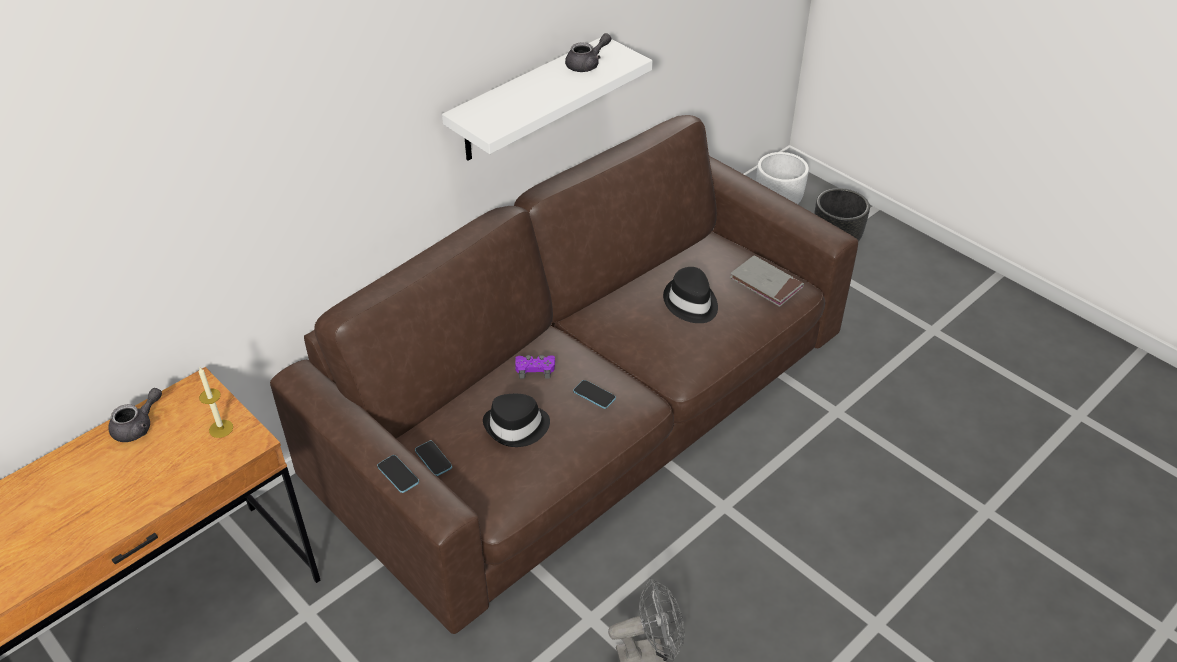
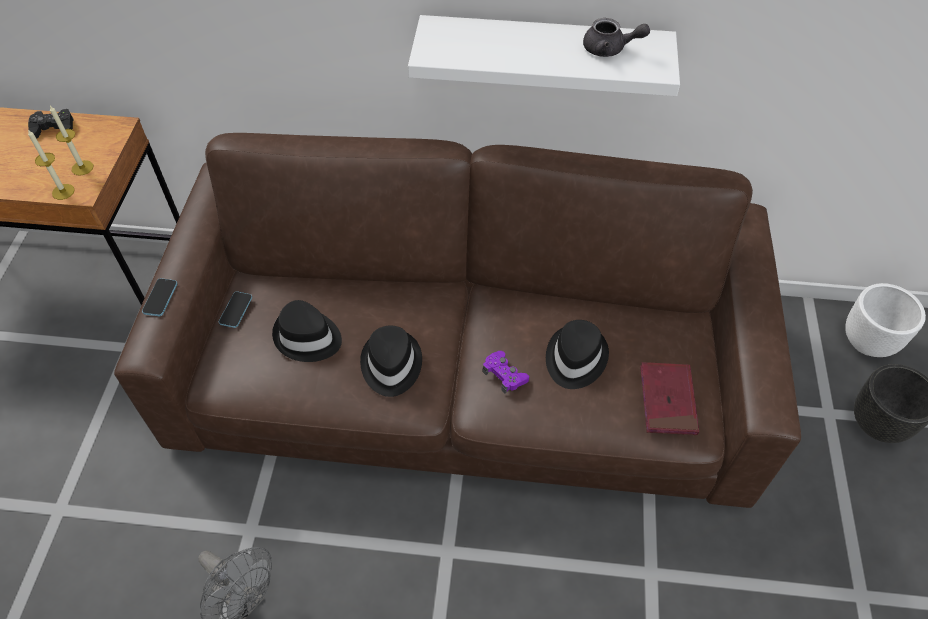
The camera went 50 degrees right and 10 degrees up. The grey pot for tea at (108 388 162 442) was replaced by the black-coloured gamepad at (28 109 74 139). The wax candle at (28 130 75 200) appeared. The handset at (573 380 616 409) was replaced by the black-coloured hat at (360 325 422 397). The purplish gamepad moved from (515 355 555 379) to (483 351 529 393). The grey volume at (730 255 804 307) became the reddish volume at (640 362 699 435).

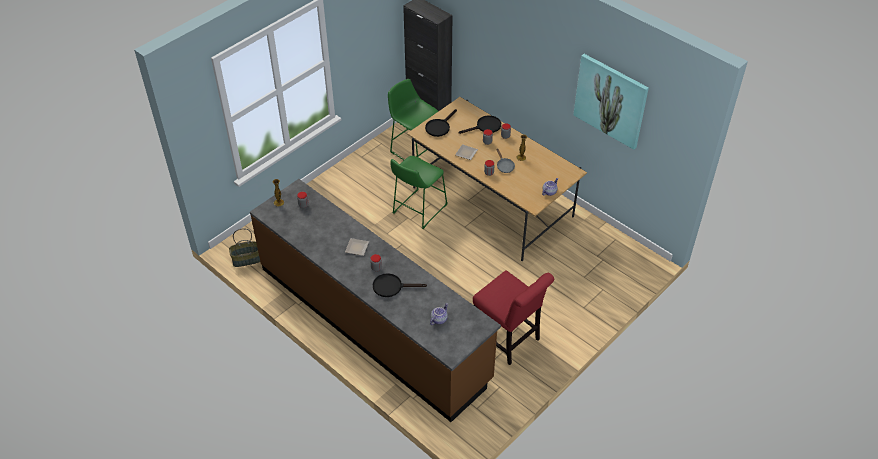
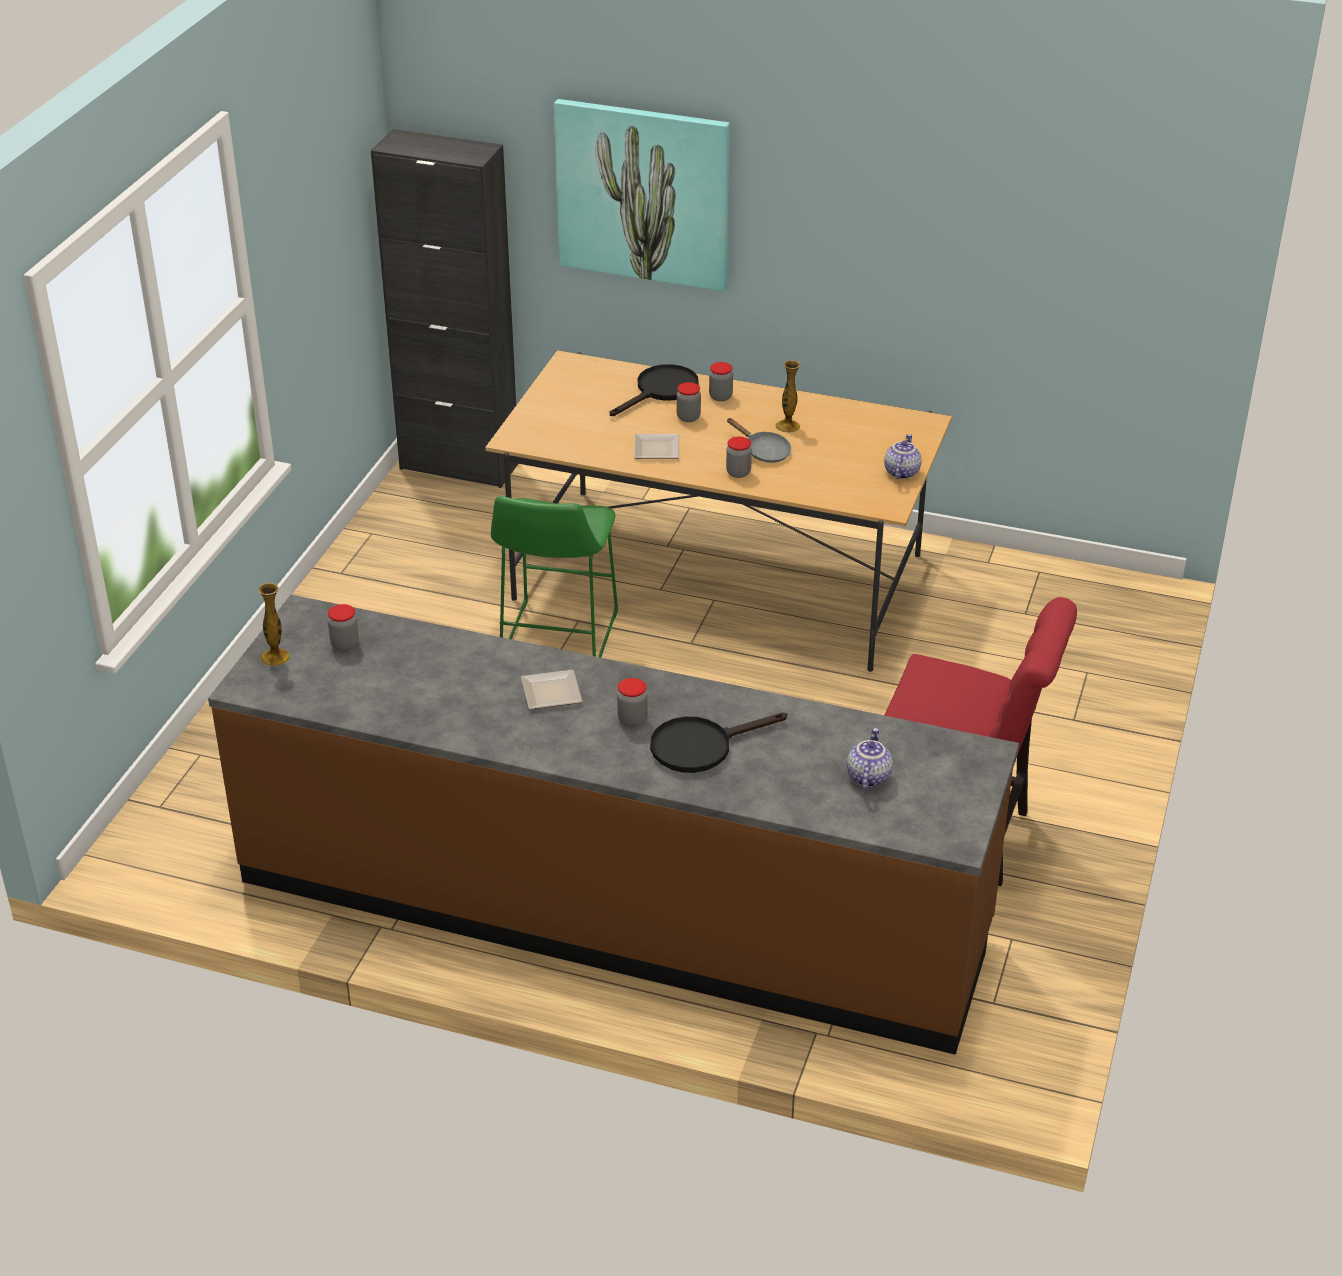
The camera went 25 degrees left and 10 degrees down. The wall art moved from (573 54 649 150) to (554 99 730 292). The household basket at (229 228 260 267) disappeared. The greenish stool seat at (388 79 438 160) disappeared. The black-coloured pan at (425 109 457 137) disappeared.

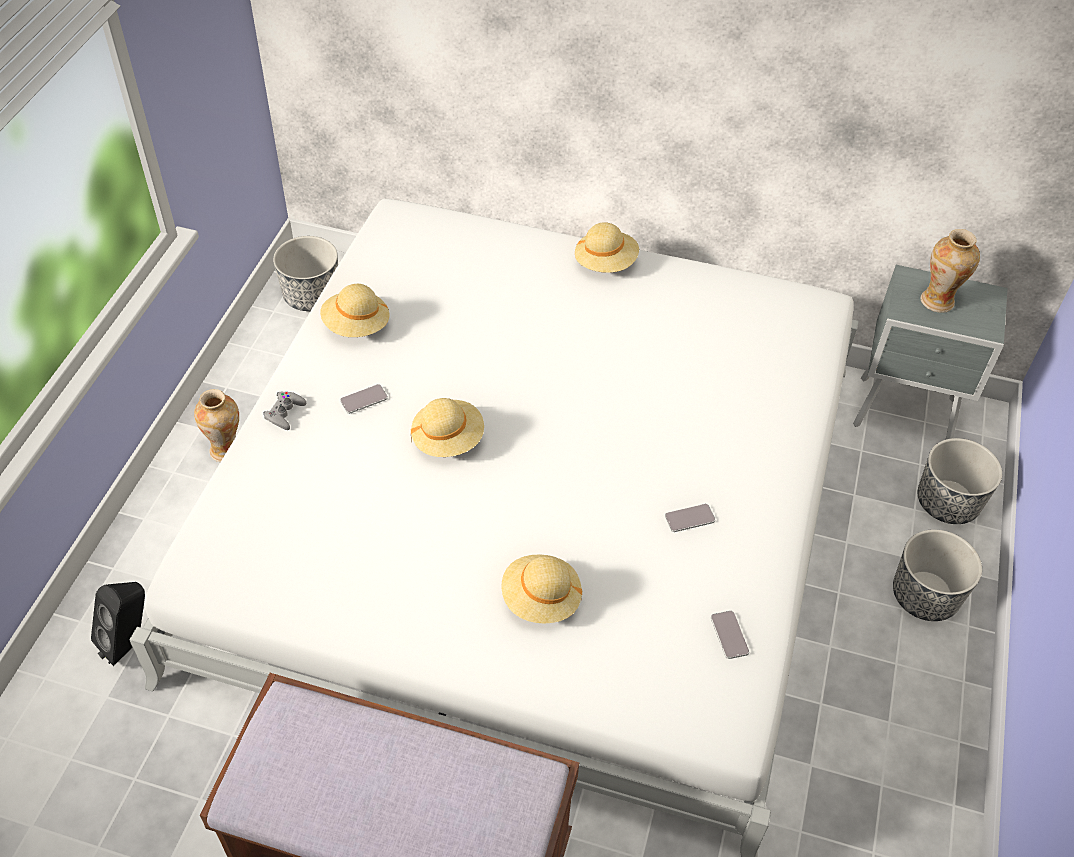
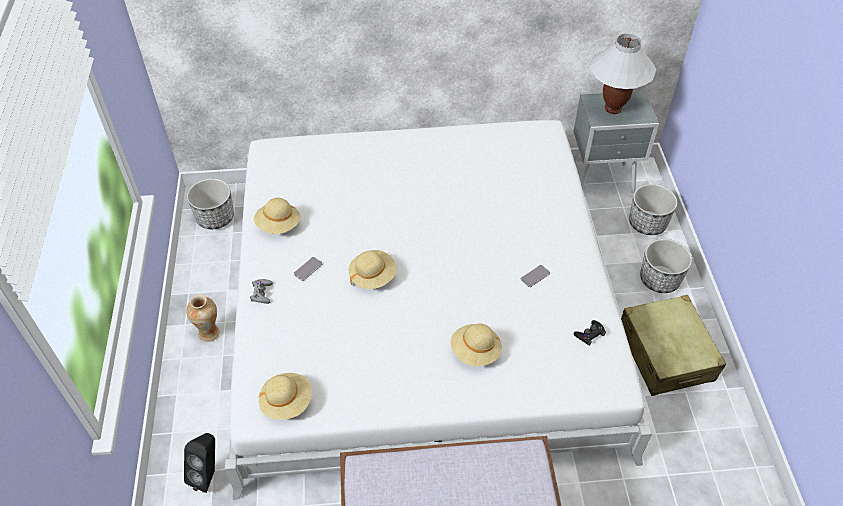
The camera went 20 degrees left and 0 degrees up. The beige-coloured hat moved from (575 222 639 273) to (259 373 311 420). The handset at (711 610 749 659) was replaced by the black-coloured gamepad at (574 320 606 346). The decorative vase at (921 229 980 313) was replaced by the white-coloured table lamp at (590 33 656 114). The beige-coloured suitcase at (621 295 726 396) appeared.

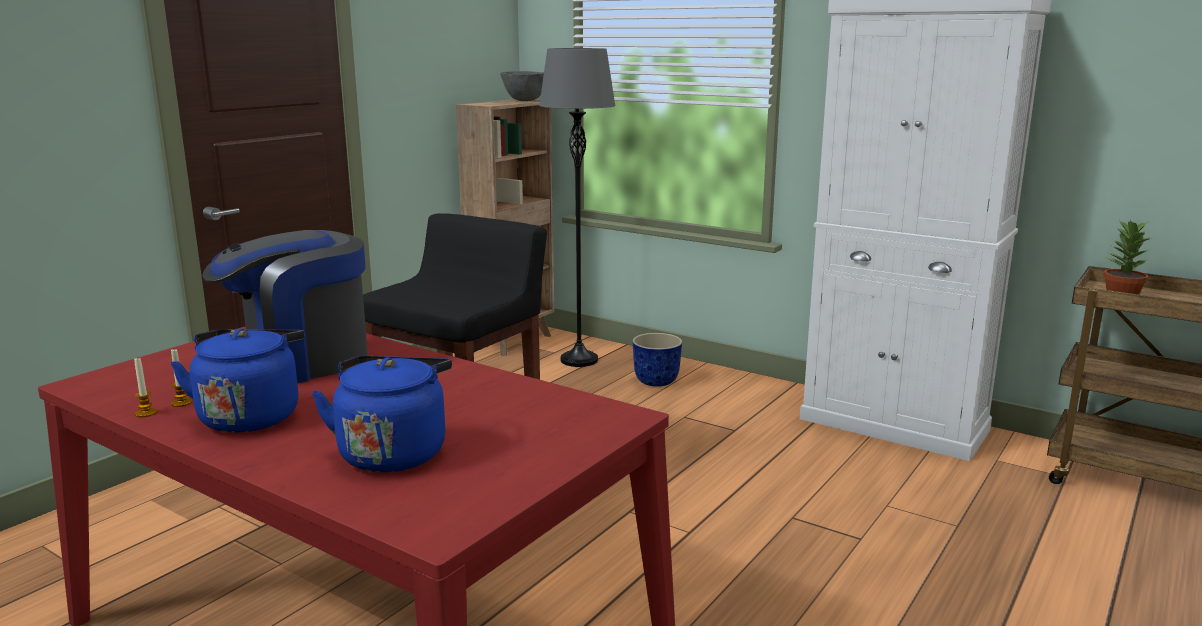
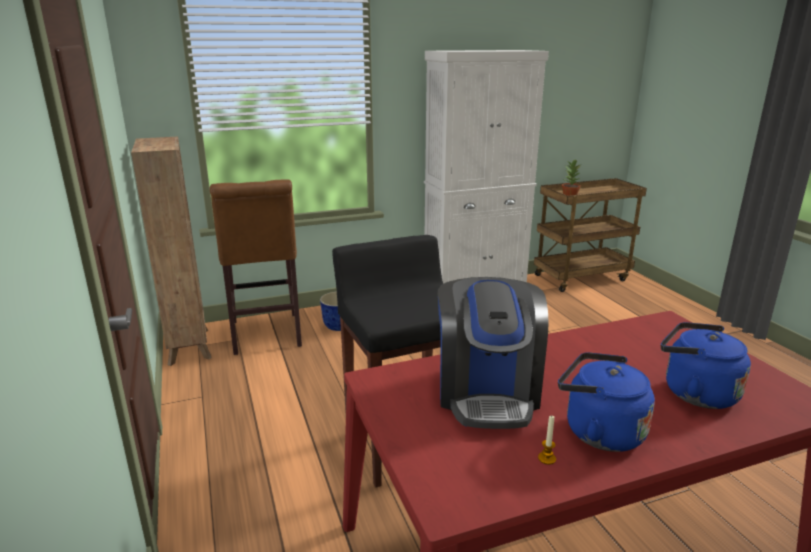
The camera went 55 degrees left and 5 degrees up. The grey floor lamp at (539 48 615 367) was replaced by the brownish stool seat at (210 179 302 355). The wax candle at (134 358 157 417) disappeared. The grey bowl at (500 71 544 101) disappeared.

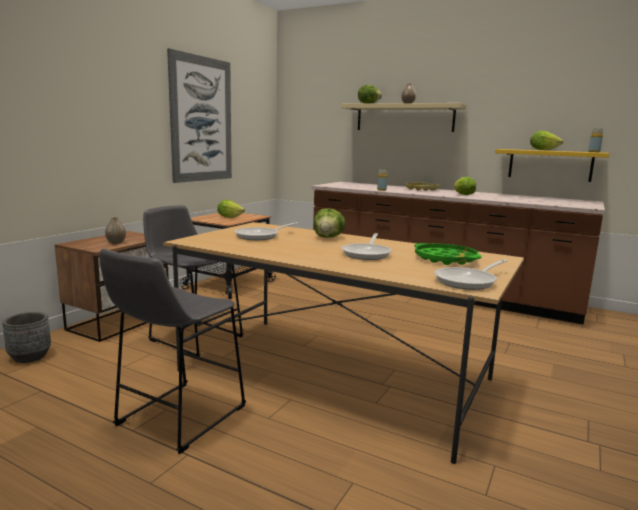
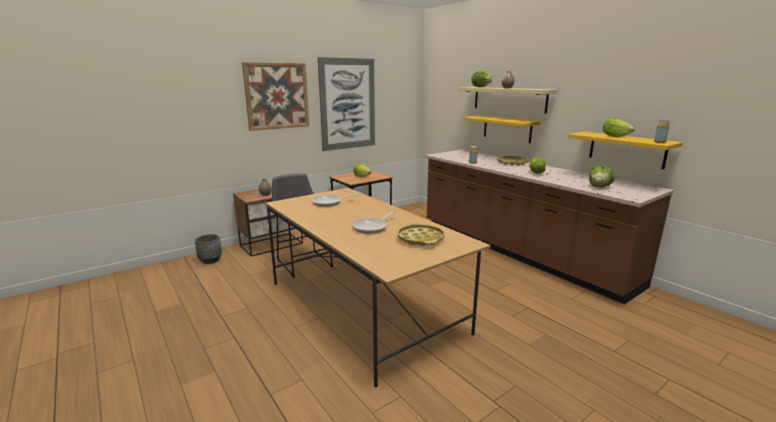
The camera went 25 degrees right and 5 degrees up. The wall art at (242 62 309 131) appeared. The greenish carrying tray at (414 243 482 265) became the yellow carrying tray at (398 223 445 246). The yellow shelf at (463 116 540 143) appeared. The head of lettuce moved from (314 208 345 238) to (589 166 615 187). The grey stool seat at (100 248 246 454) disappeared. The pan at (434 259 507 290) disappeared.

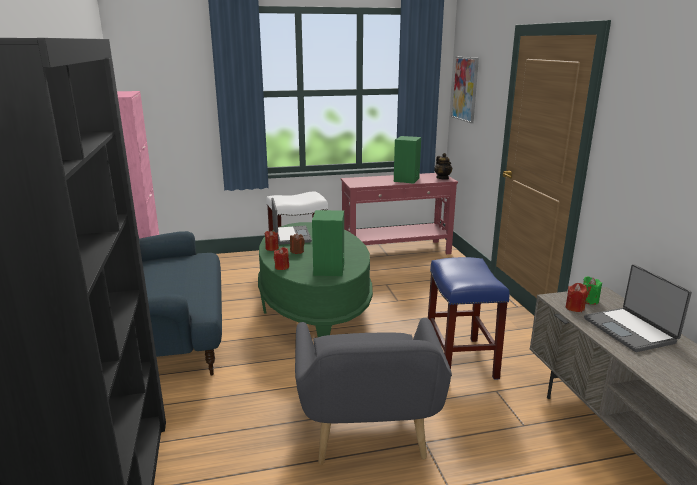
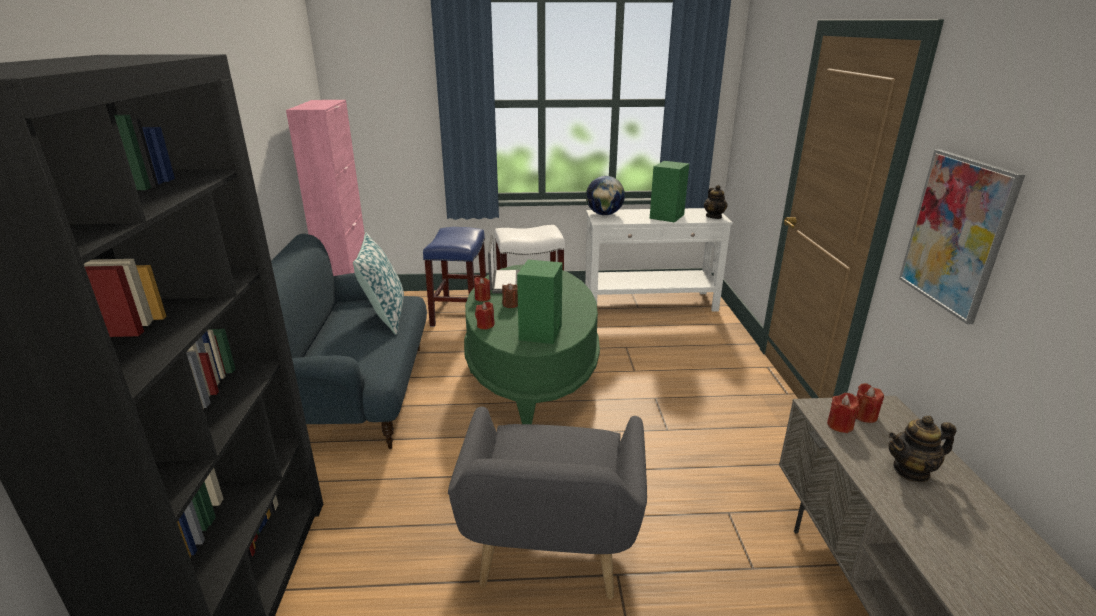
The camera went 10 degrees right and 5 degrees up. The cushion at (353 233 404 335) appeared. The blue stool seat moved from (428 257 510 380) to (423 227 486 327). The reddish console table at (341 173 458 254) became the white-coloured console table at (585 208 733 312). The world globe at (586 176 625 215) appeared. The greenish wax candle at (583 276 602 305) became the reddish wax candle at (856 383 884 423). The notebook computer at (584 264 692 352) was replaced by the pot for tea at (888 416 956 482). The wall art moved from (452 57 479 123) to (899 149 1025 324).

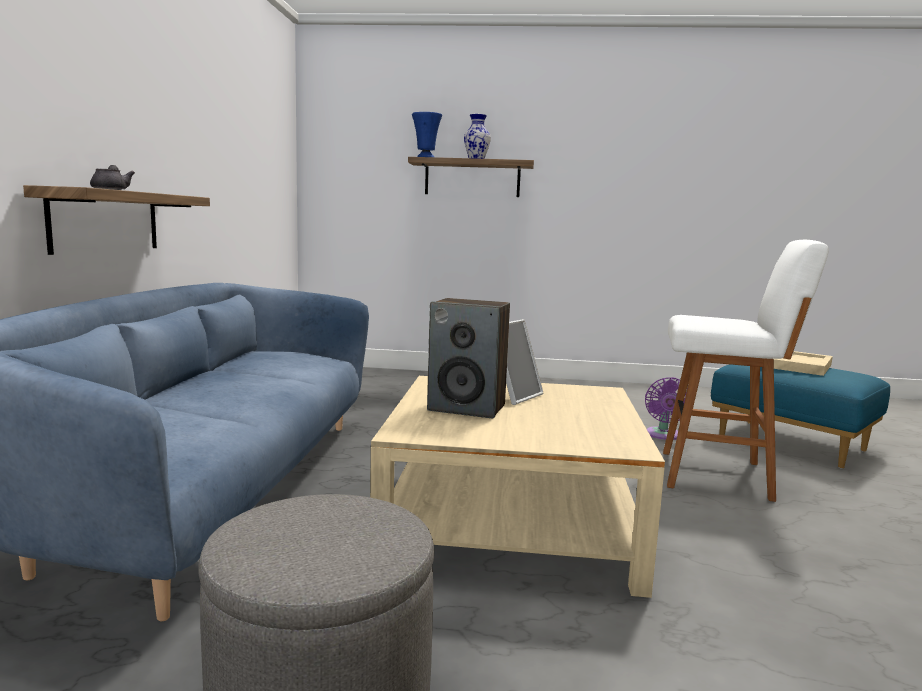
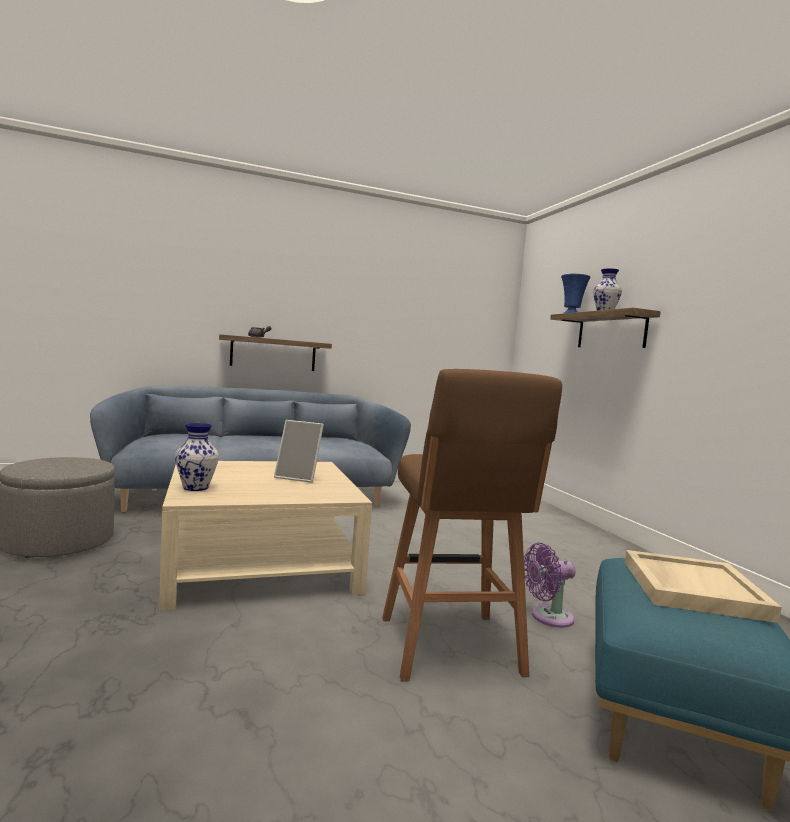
The camera went 65 degrees right and 5 degrees down. The decorative vase at (175 423 219 491) appeared. The white-coloured stool seat at (663 240 829 502) became the brownish stool seat at (382 369 562 682). The speaker at (427 298 510 418) disappeared.

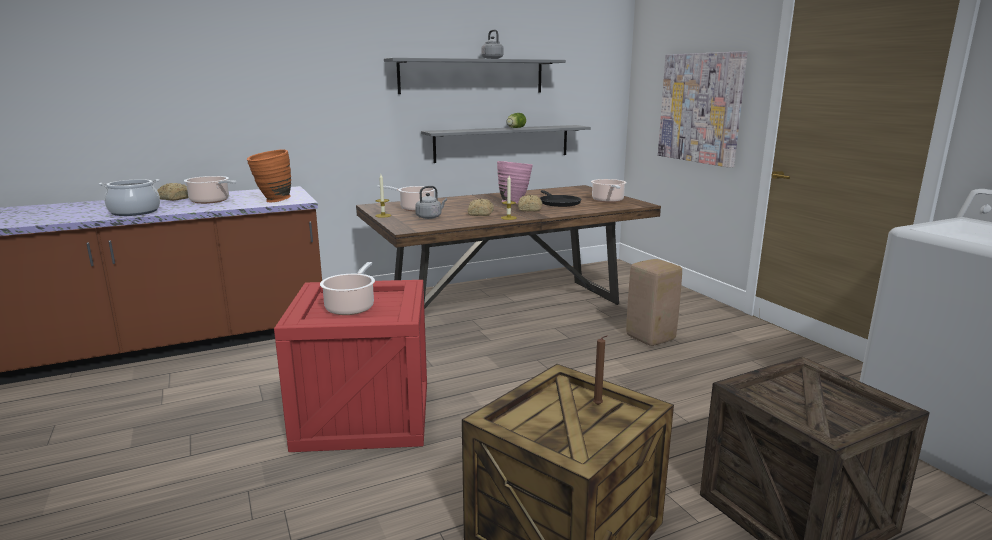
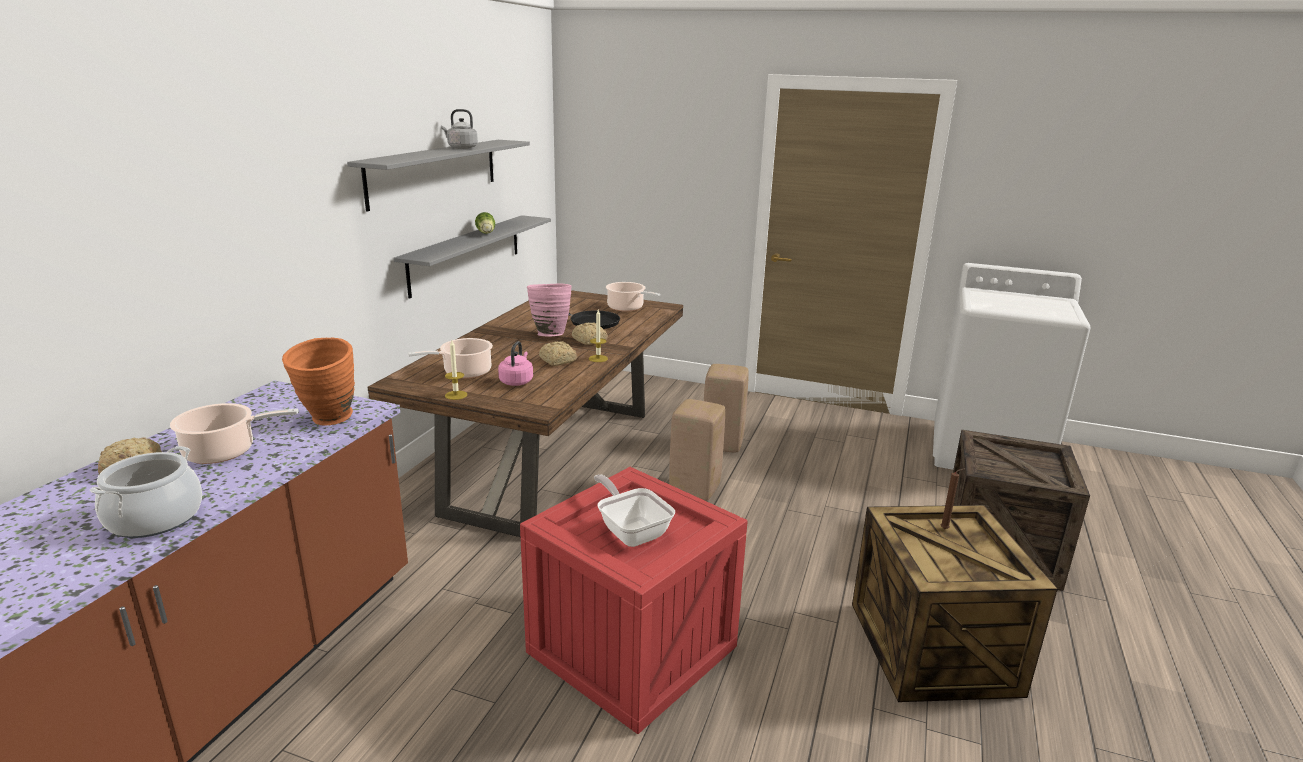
The camera went 45 degrees left and 5 degrees up. The grey water kettle at (415 186 447 219) became the pinkish water kettle at (498 341 533 386). The saucepot at (320 262 375 315) was replaced by the pan at (594 474 675 547). The beige-coloured stool seat at (669 399 725 501) appeared. The wall art at (658 51 747 168) disappeared.

